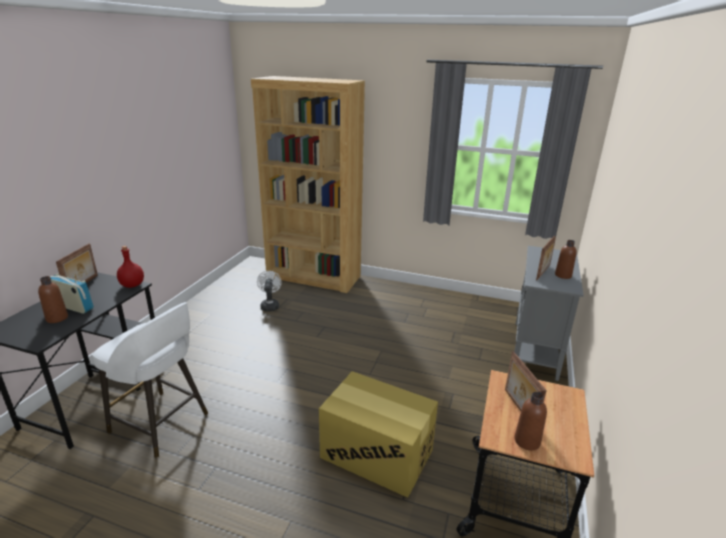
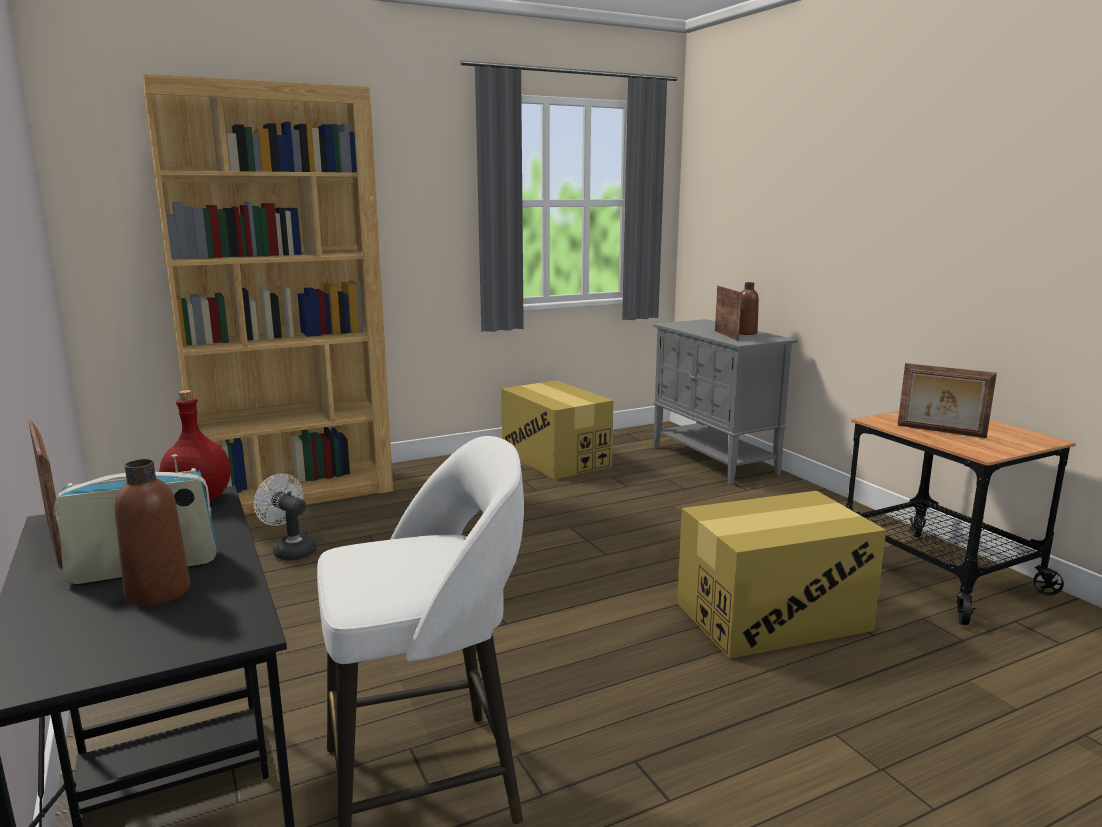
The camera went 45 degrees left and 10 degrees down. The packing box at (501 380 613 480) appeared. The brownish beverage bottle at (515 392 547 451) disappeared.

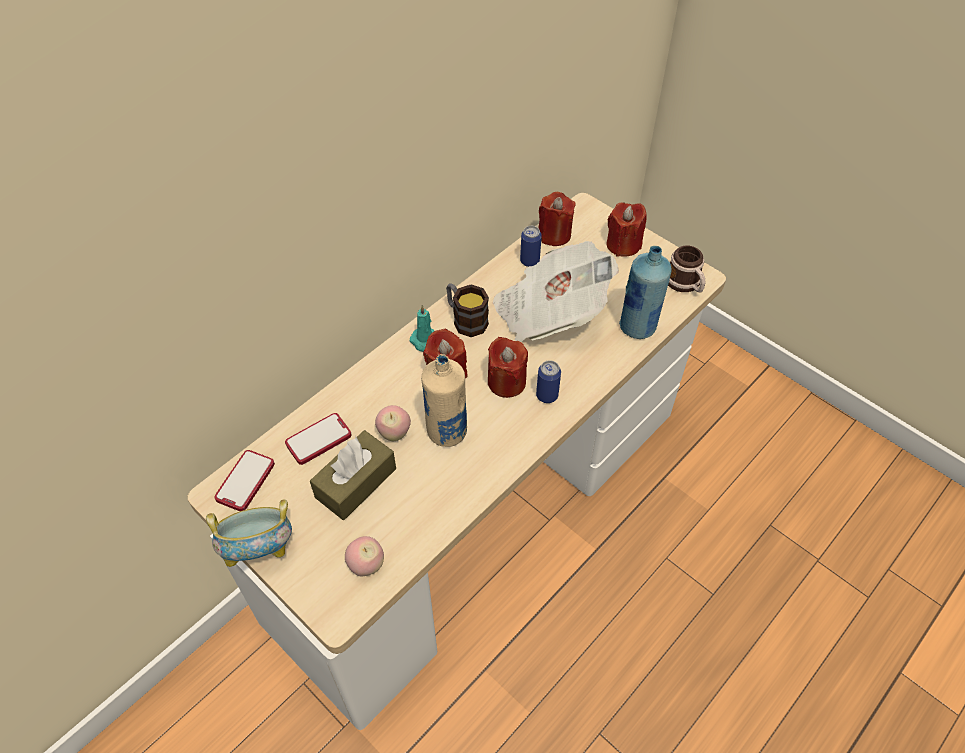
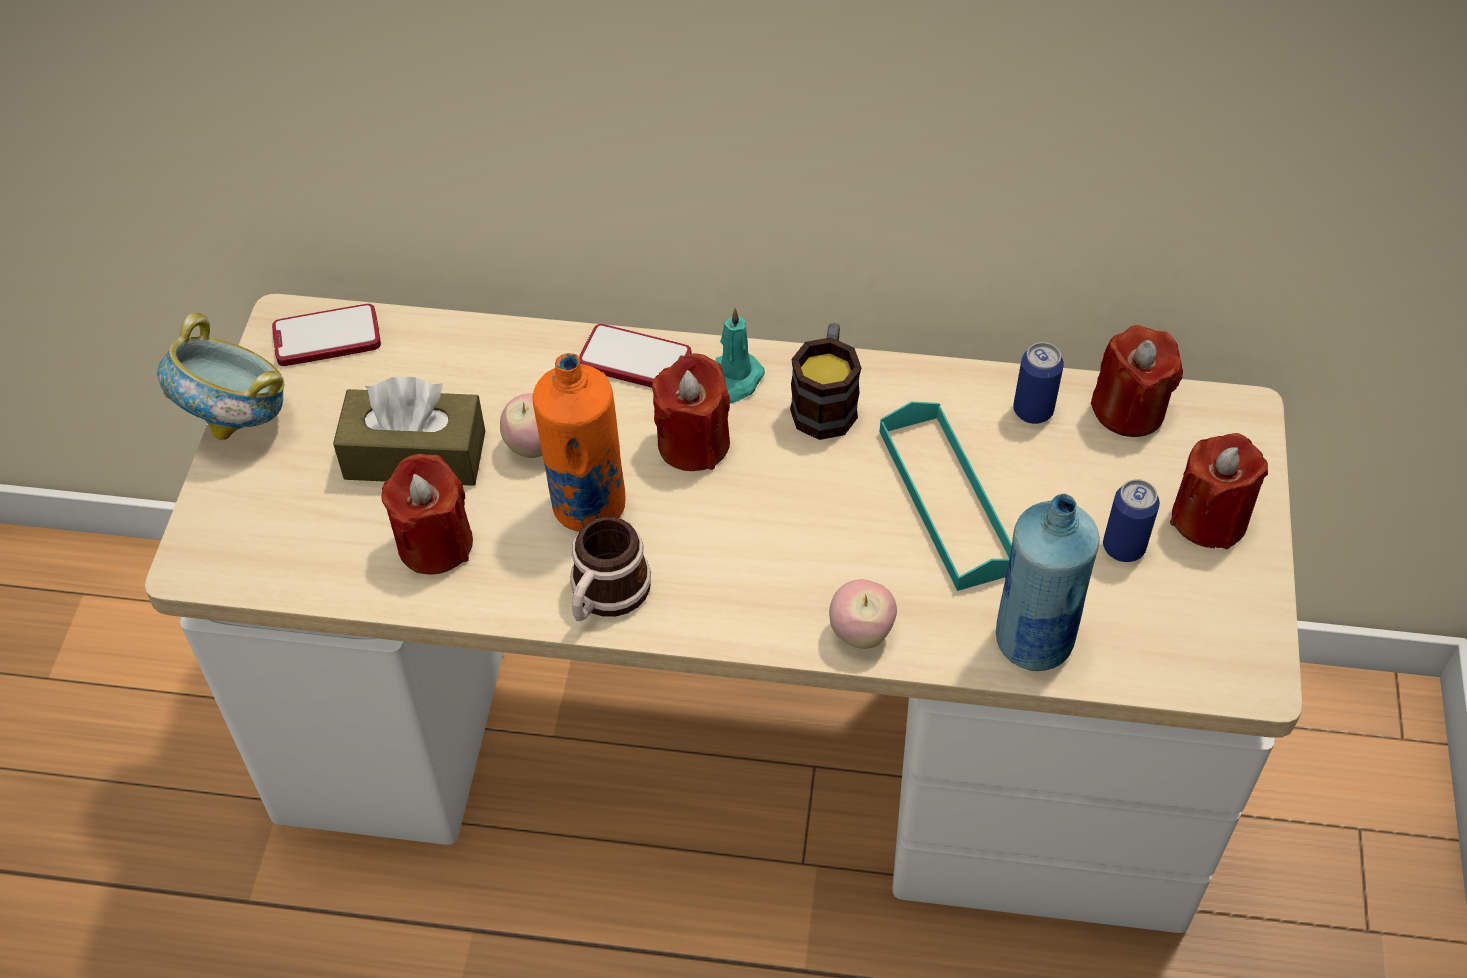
The camera went 55 degrees right and 0 degrees up. The reddish wax candle moved from (488 337 528 398) to (381 454 473 574). The beige-coloured beverage bottle at (421 354 467 447) became the orangey beverage bottle at (533 353 625 532). The tea mug moved from (668 246 706 292) to (570 517 651 621). The handset moved from (285 413 352 465) to (579 324 691 388). The apple moved from (345 536 384 577) to (829 579 897 649). The printed paper at (493 241 619 342) was replaced by the turquoise carrying tray at (880 401 1012 591). The metal can moved from (536 360 561 403) to (1103 479 1160 562).

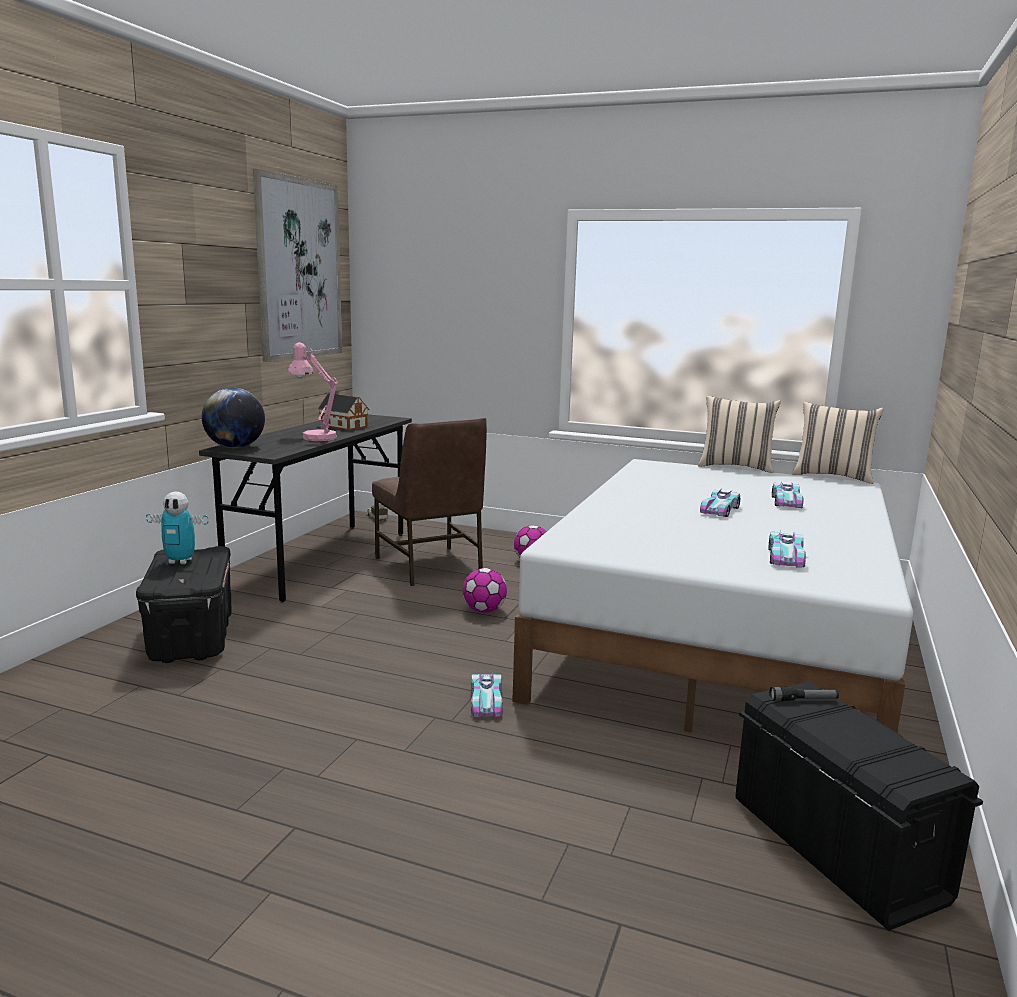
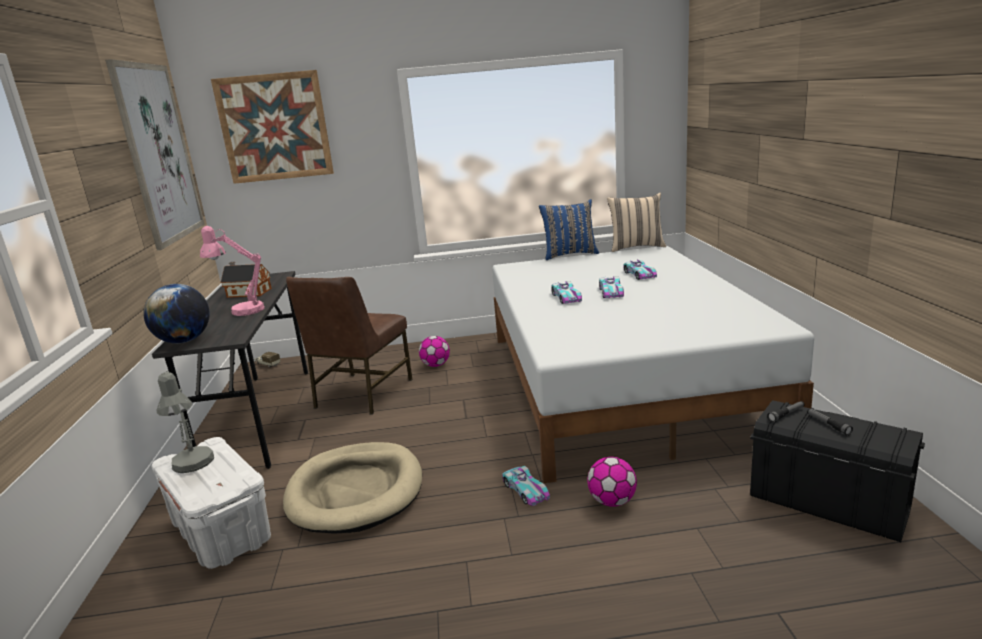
The camera went 25 degrees left and 5 degrees up. The black-coloured storage bin at (136 546 231 663) became the white-coloured storage bin at (151 437 271 569). The toy robot at (146 492 208 564) was replaced by the grey table lamp at (156 371 214 473). The wall art at (211 70 334 184) appeared. The beige-coloured dog cushion at (283 442 422 534) appeared. The brownish chair at (372 418 487 586) turned 75 degrees clockwise. The beige-coloured cushion at (698 396 781 473) became the blue cushion at (539 199 599 260). The model car moved from (768 530 806 568) to (551 282 582 304). The football moved from (463 568 507 613) to (587 457 637 507). The flashlight at (807 408 853 436) appeared.

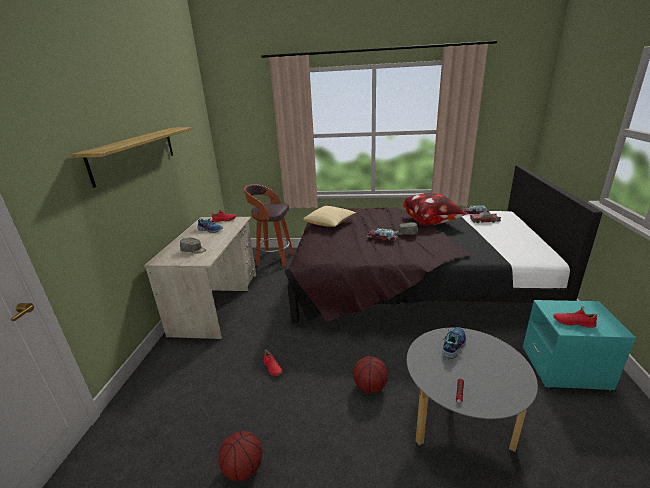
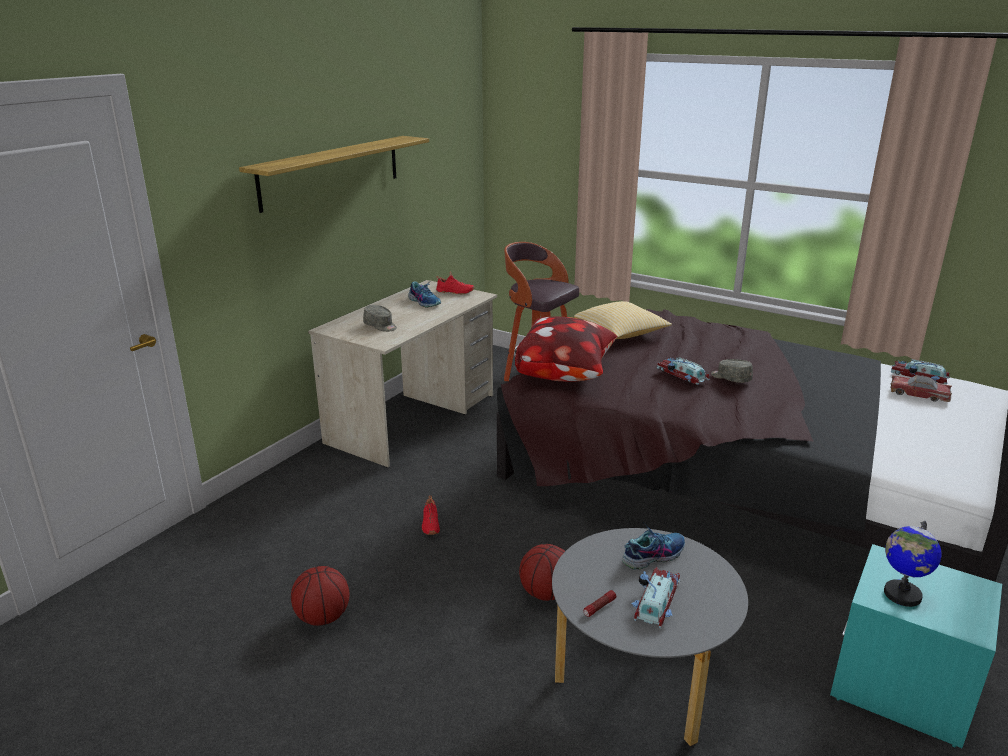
The camera went 25 degrees right and 0 degrees up. The cushion moved from (404 193 466 225) to (515 317 617 382). The model car at (632 567 680 628) appeared. The reddish low shoe at (553 306 600 328) was replaced by the world globe at (884 521 941 607).

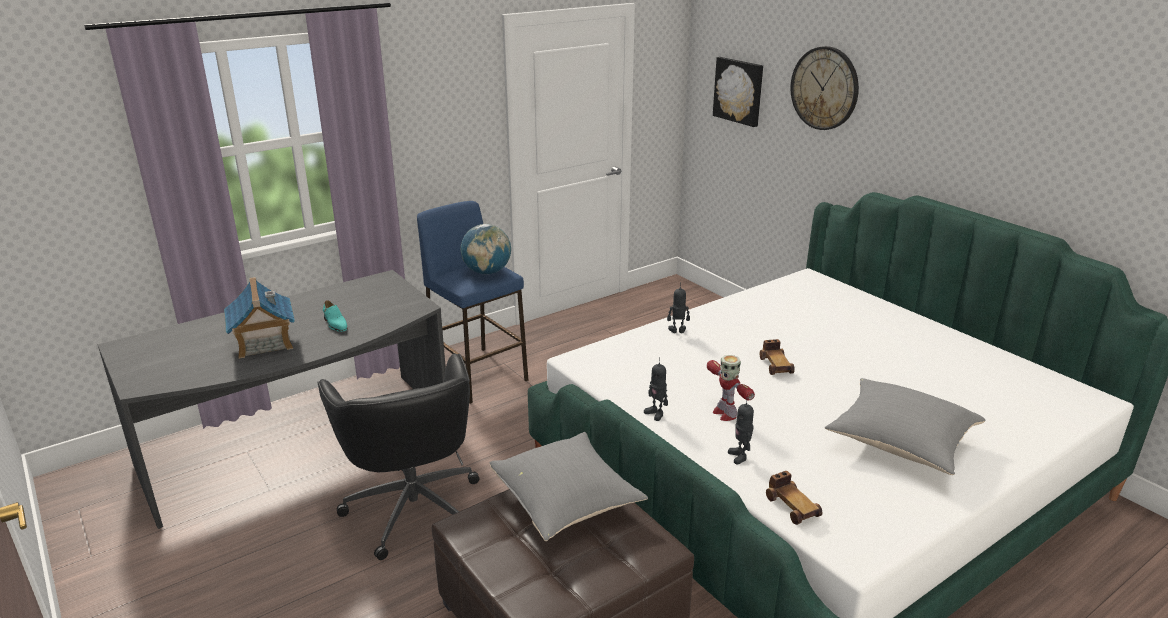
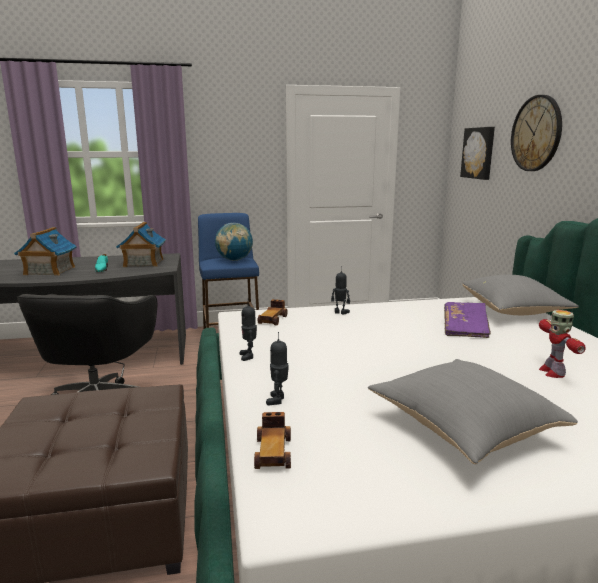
The camera went 25 degrees right and 10 degrees down. The model house at (116 222 166 267) appeared. The model car moved from (760 339 795 375) to (258 299 288 325). The purplish volume at (444 302 491 338) appeared. The grey cushion moved from (490 432 648 541) to (463 275 579 315). The toy robot moved from (707 355 755 421) to (539 310 586 378).

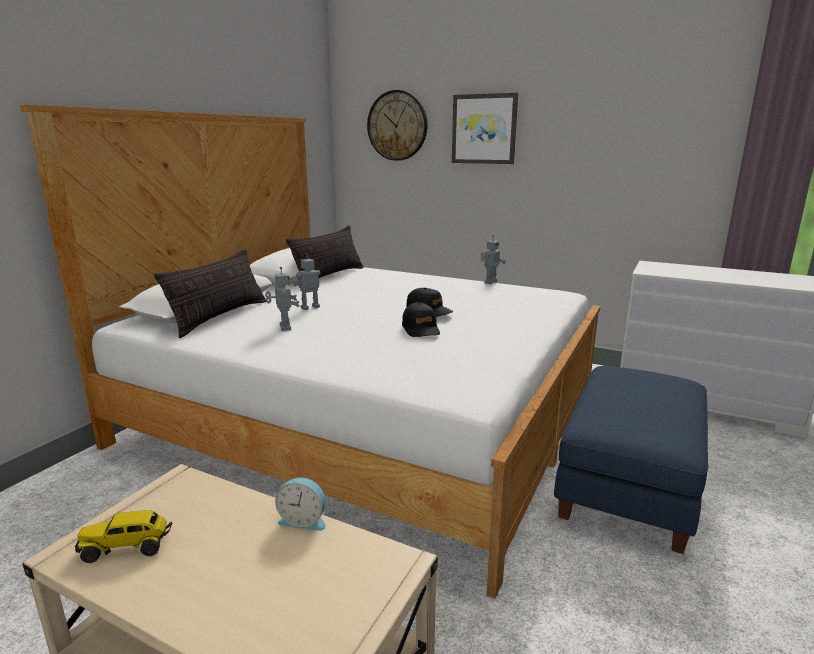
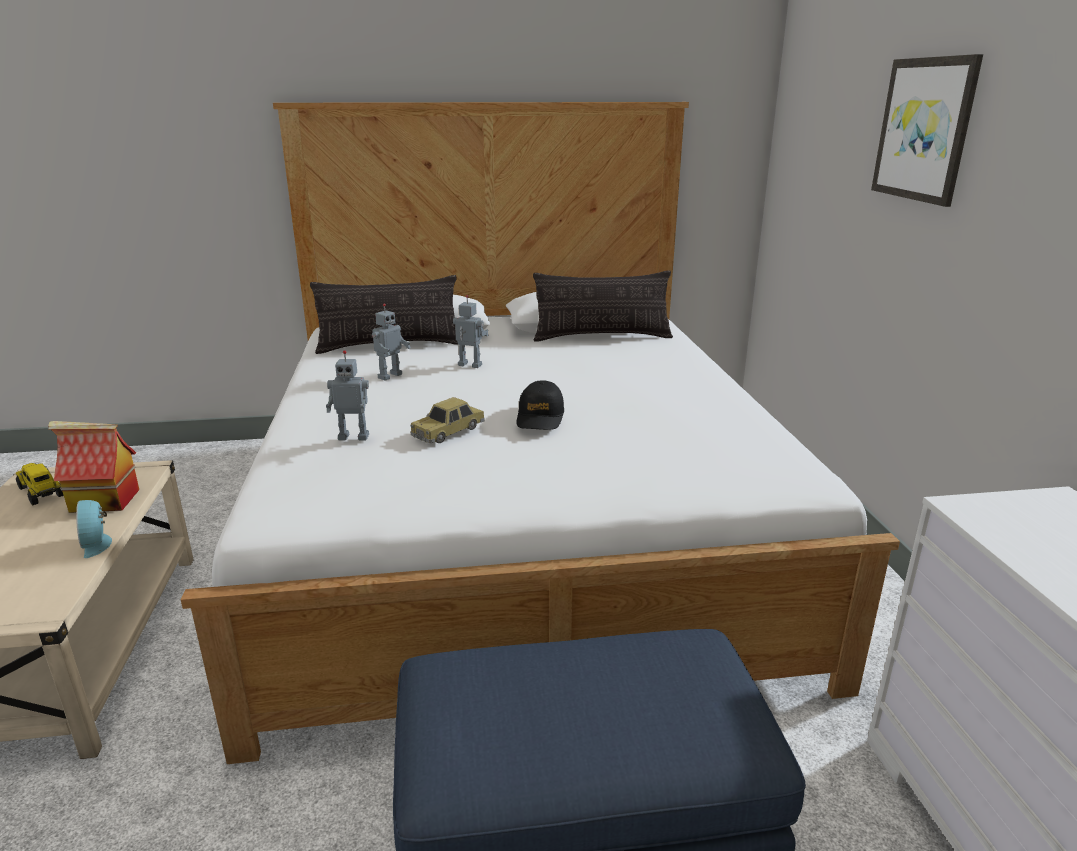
The camera went 55 degrees right and 5 degrees up. The model house at (48 421 139 513) appeared. The toy robot moved from (481 235 506 284) to (326 350 369 440). The black-coloured peaked cap at (402 302 440 337) was replaced by the model car at (411 397 485 443). The clock on the wall at (367 90 427 161) disappeared.

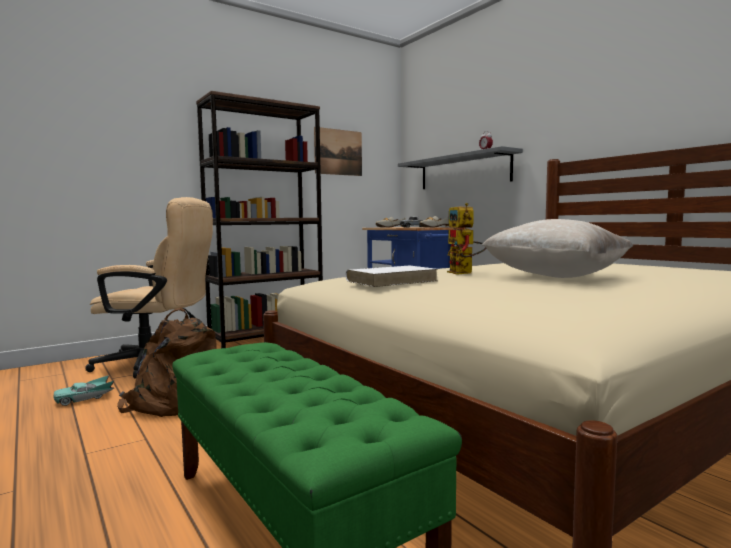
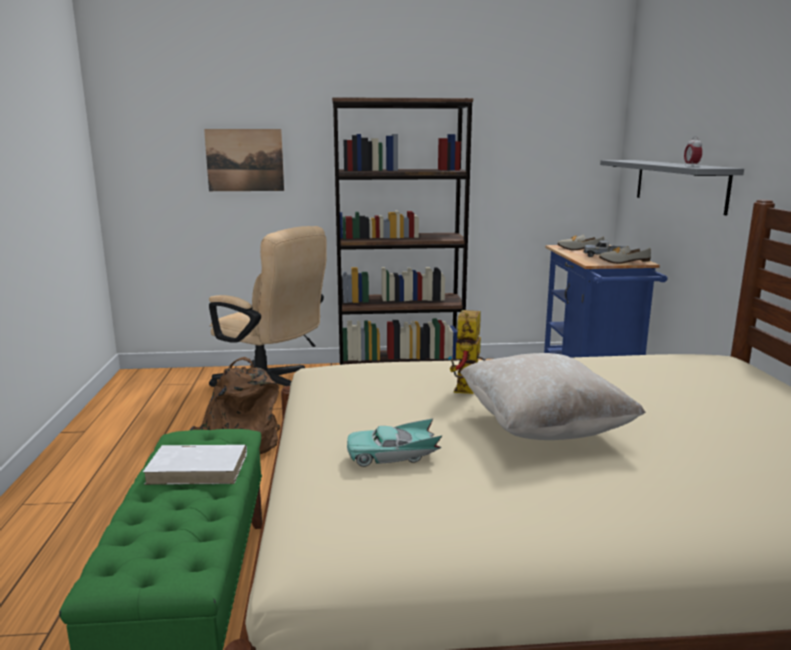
The camera went 30 degrees right and 10 degrees up. The white-coloured volume moved from (345 266 438 287) to (143 445 247 485). The wall art moved from (314 127 362 176) to (204 129 284 191). The turquoise model car moved from (53 375 115 406) to (347 418 443 467).

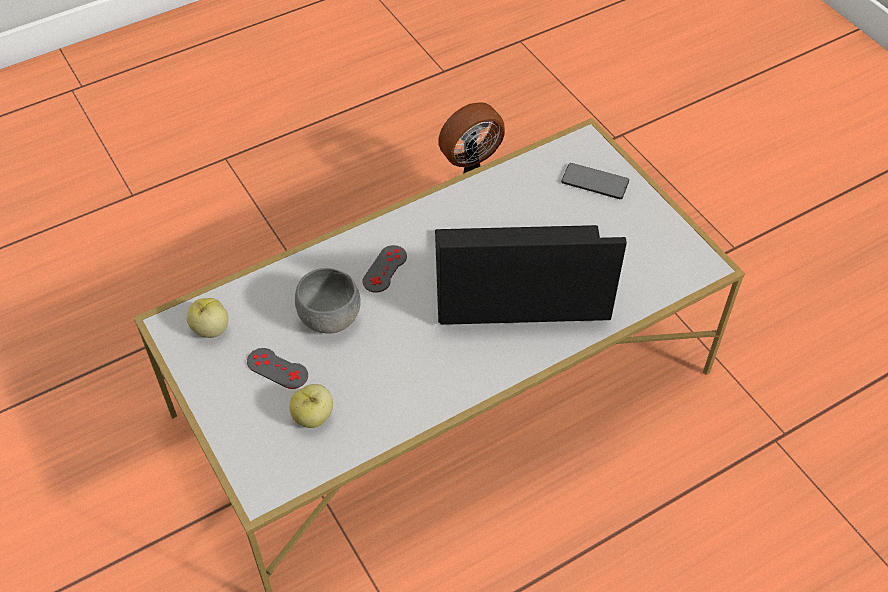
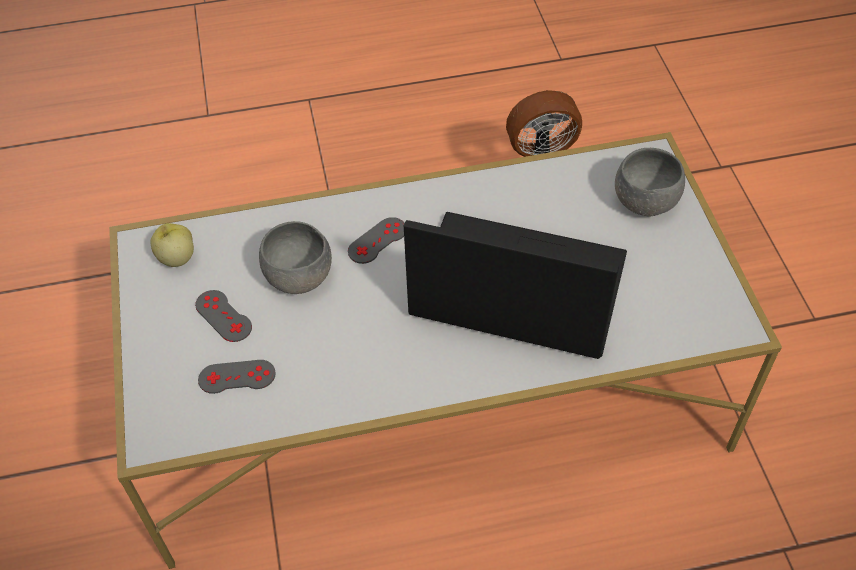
The camera went 20 degrees right and 0 degrees up. The apple at (290 384 333 428) was replaced by the grey gamepad at (198 360 276 394). The handset at (561 163 629 199) was replaced by the grey bowl at (615 148 685 217).

